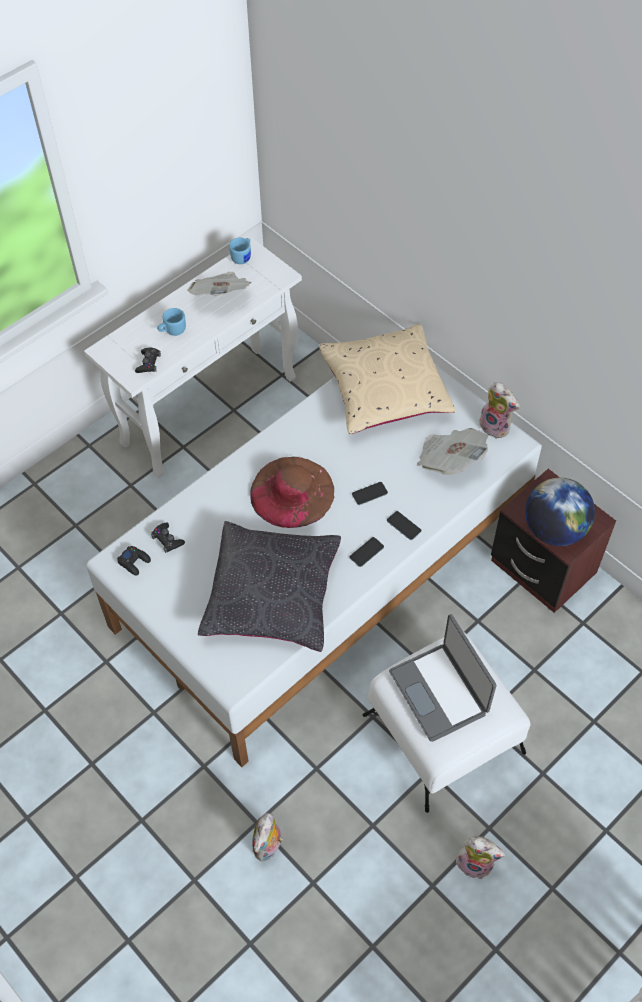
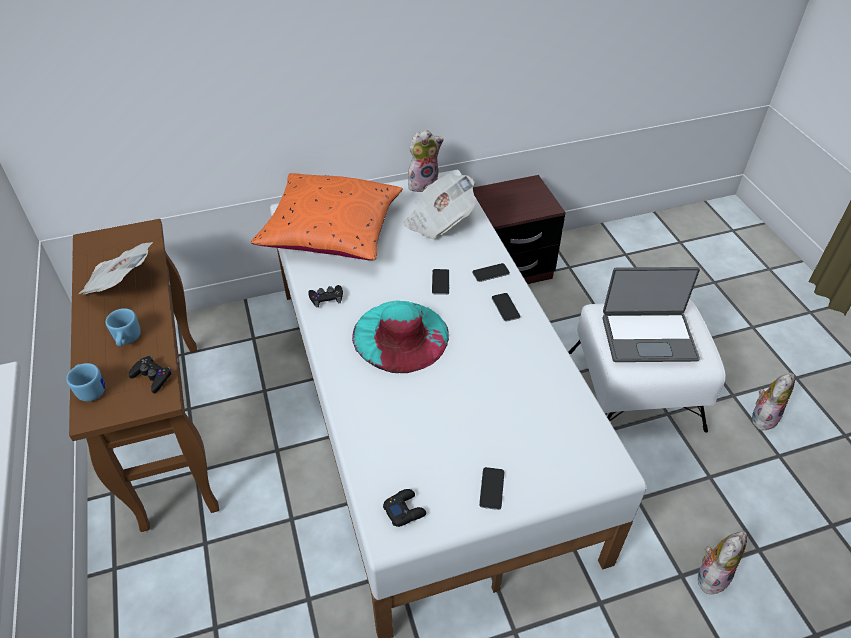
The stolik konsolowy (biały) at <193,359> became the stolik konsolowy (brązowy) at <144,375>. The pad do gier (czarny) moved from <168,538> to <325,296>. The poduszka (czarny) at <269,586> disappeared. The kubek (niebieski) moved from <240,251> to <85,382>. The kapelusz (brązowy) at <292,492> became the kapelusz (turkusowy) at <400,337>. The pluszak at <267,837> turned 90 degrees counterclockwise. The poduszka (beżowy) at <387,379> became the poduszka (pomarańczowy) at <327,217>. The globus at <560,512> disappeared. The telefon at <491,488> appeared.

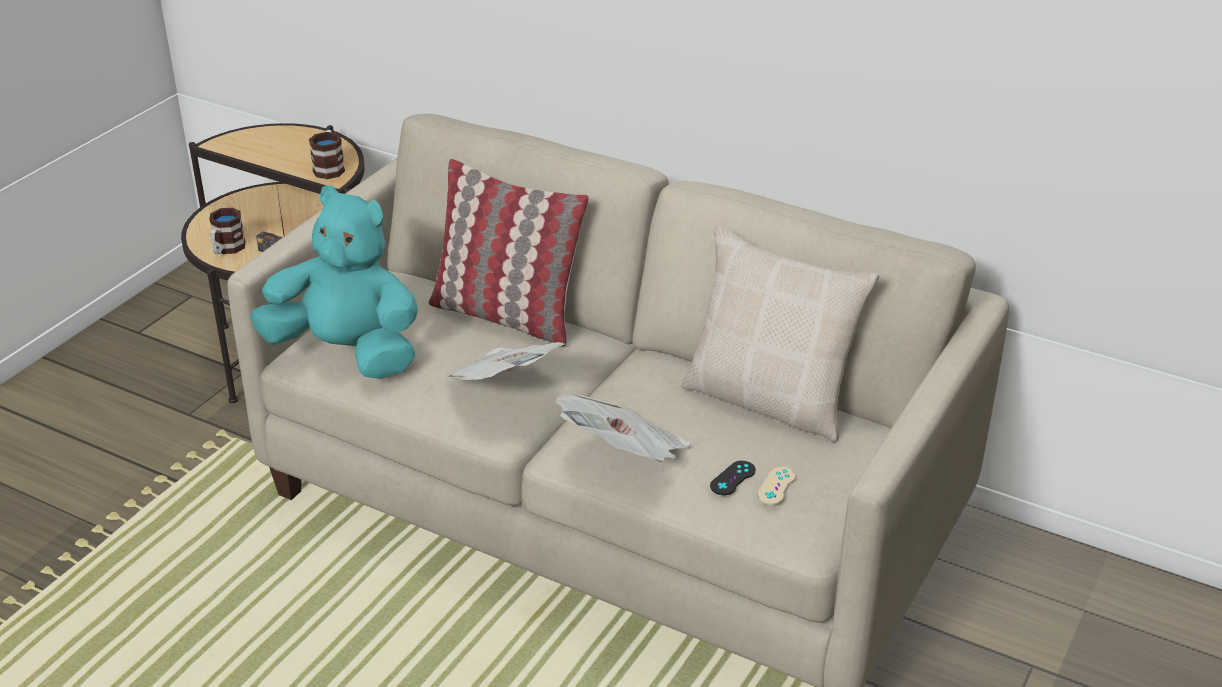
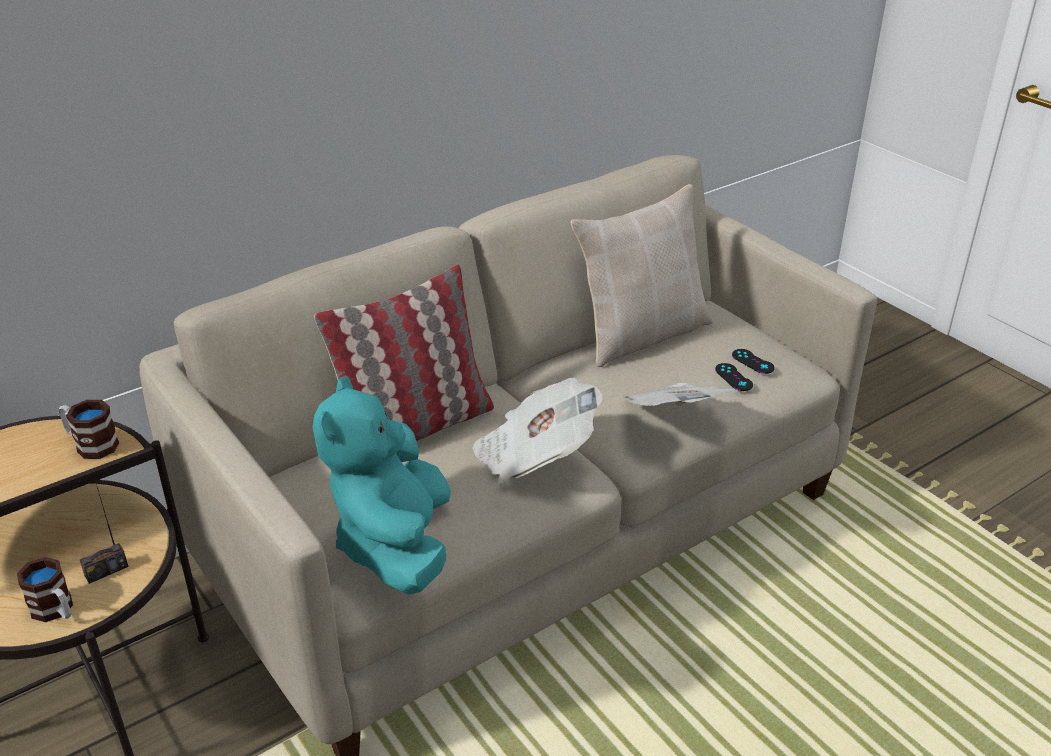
The pluszak (turkusowy) at <334,282> turned 45 degrees counterclockwise. The pad do gier (beżowy) at <777,486> became the pad do gier (czarny) at <753,361>.

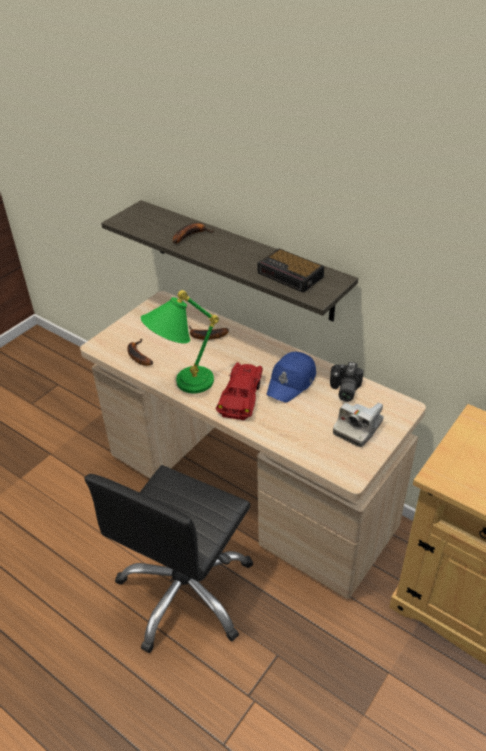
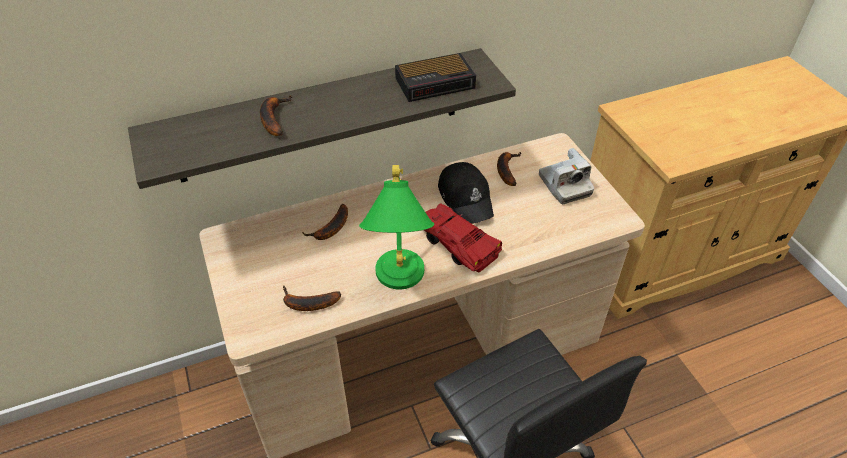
The czapka z daszkiem (niebieski) at <291,377> became the czapka z daszkiem (czarny) at <466,193>. The aparat fotograficzny at <347,382> was replaced by the banan at <509,169>.

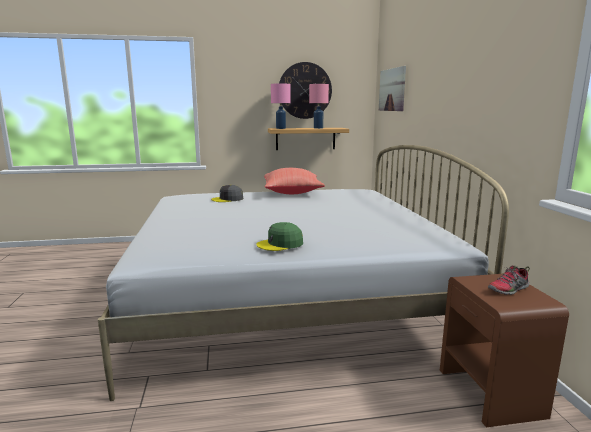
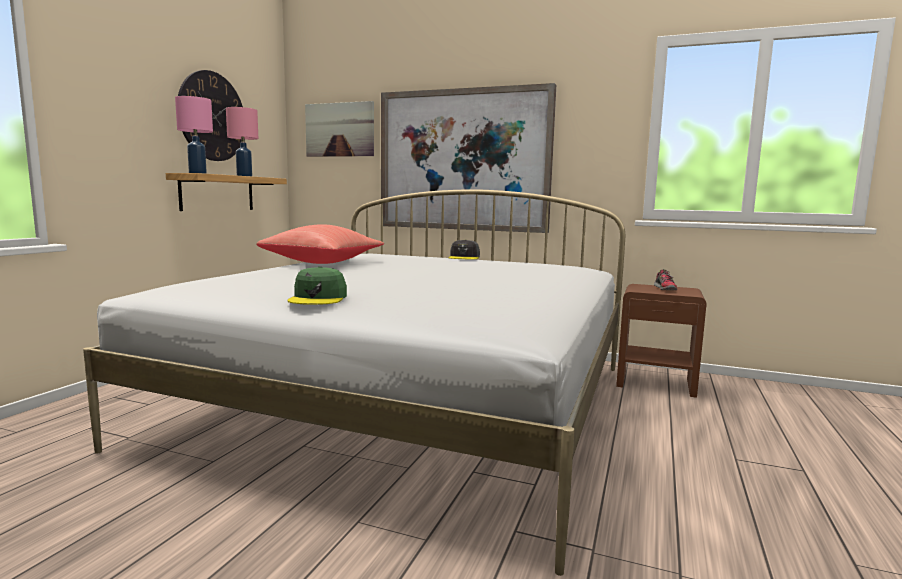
The czapka z daszkiem (szary) moved from <227,193> to <464,249>. The czapka z daszkiem (zielony) moved from <279,236> to <317,286>. The obraz at <468,158> appeared.

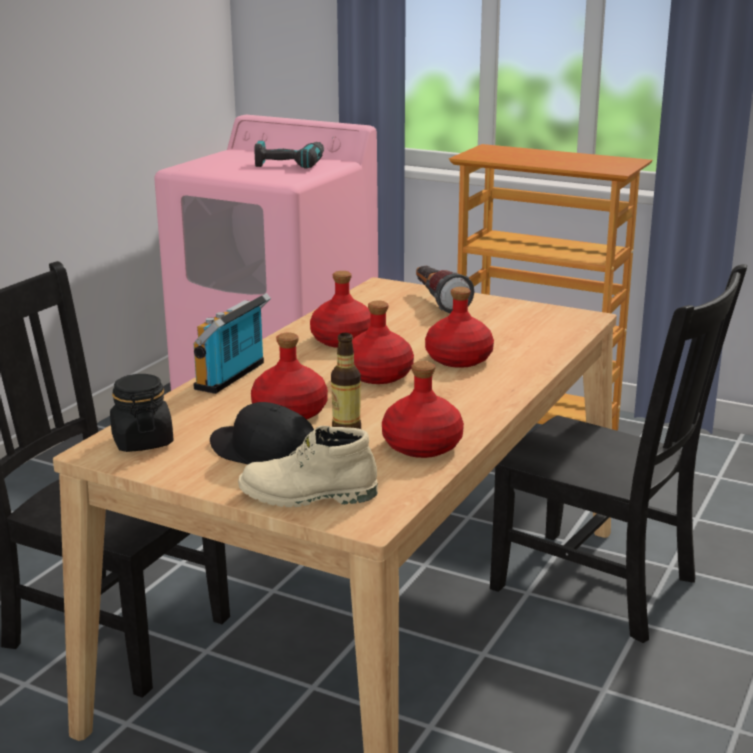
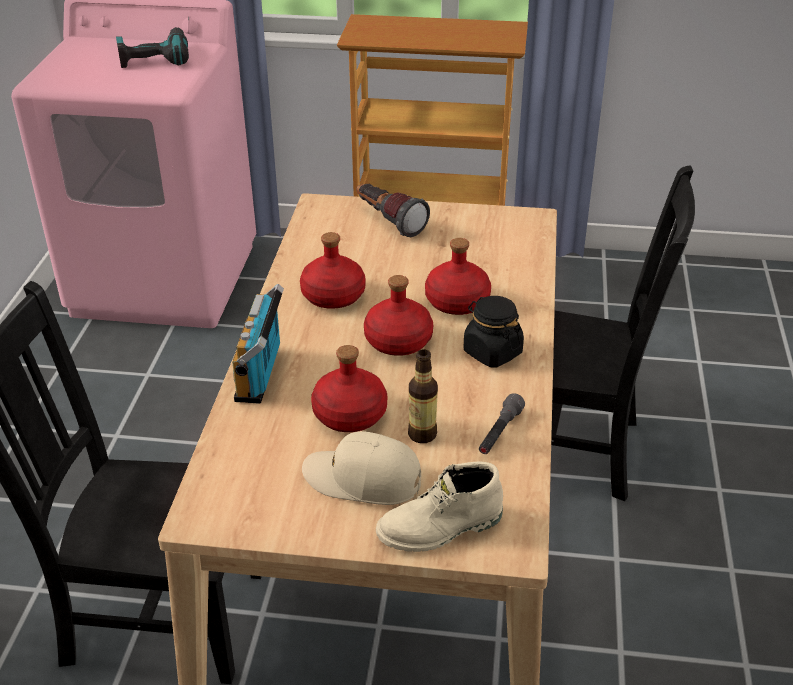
The słoik (czarny) moved from <142,413> to <493,332>. The czapka z daszkiem (czarny) at <262,433> became the czapka z daszkiem (beżowy) at <361,468>. The butelka (czerwony) at <423,409> was replaced by the latarka (szary) at <502,423>.

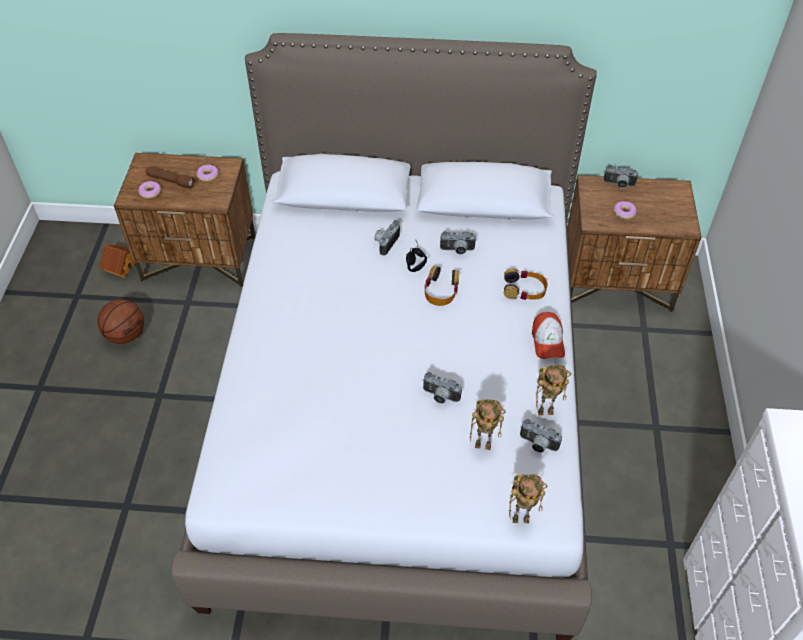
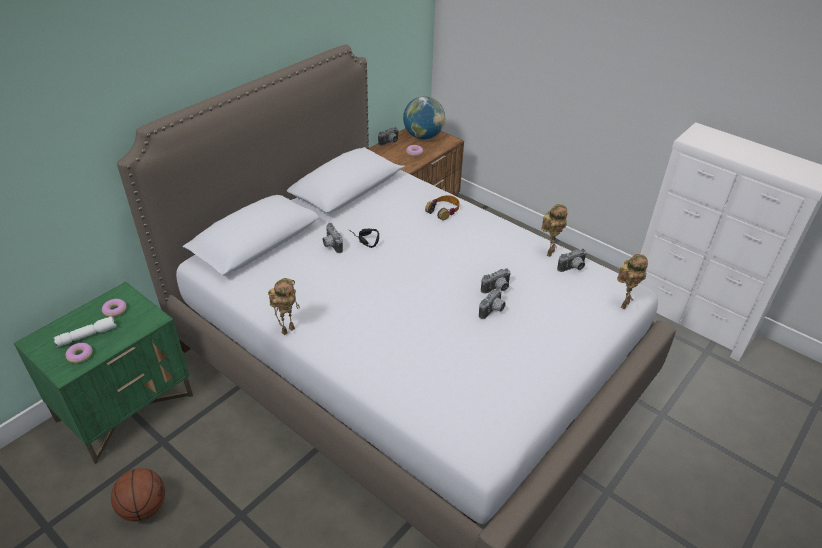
The domek at <117,261> disappeared. The szafka nocna (brązowy) at <185,220> became the szafka nocna (zielony) at <103,373>. The latarka (brązowy) at <170,177> became the latarka (biały) at <85,331>. The słuchawki at <441,286> disappeared. The aparat fotograficzny moved from <458,243> to <492,303>. The robot zabawkowy moved from <488,424> to <284,306>. The czapka z daszkiem at <548,335> disappeared. The globus at <424,117> appeared.

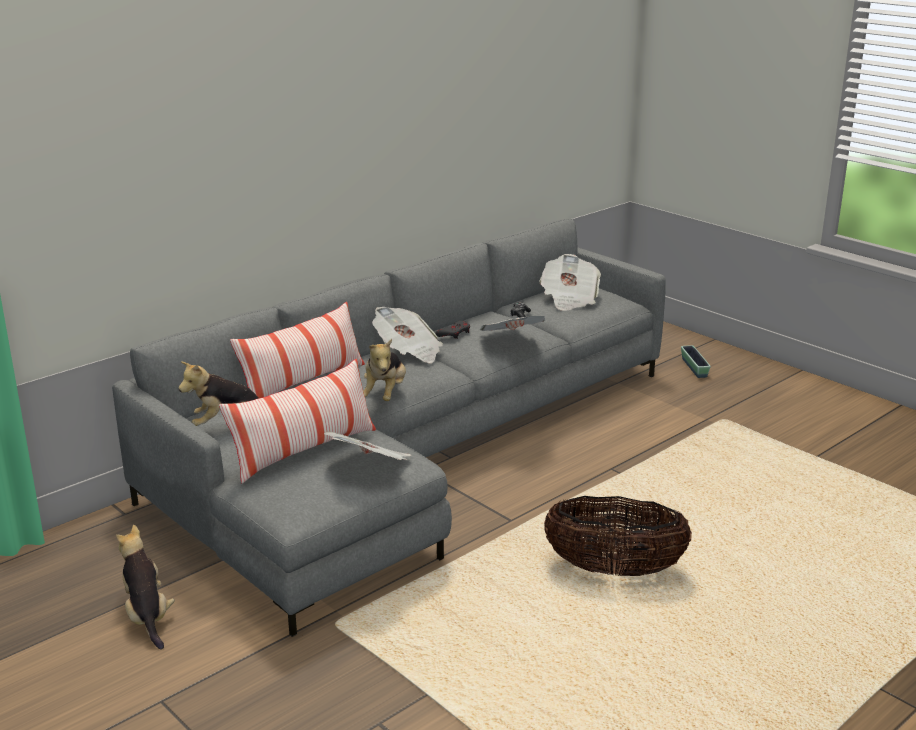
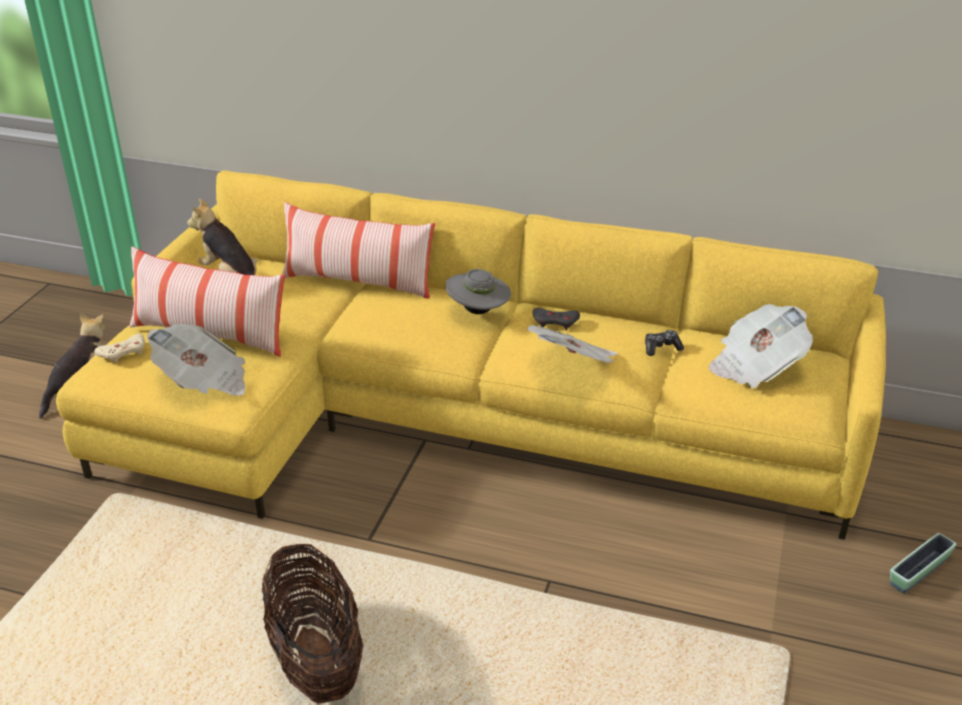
The kanapa (szary) at <389,428> became the kanapa (żółty) at <471,355>. The pluszak at <384,370> disappeared. The gazeta at <407,335> was replaced by the kapelusz (szary) at <478,291>. The pad do gier (beżowy) at <120,348> appeared.

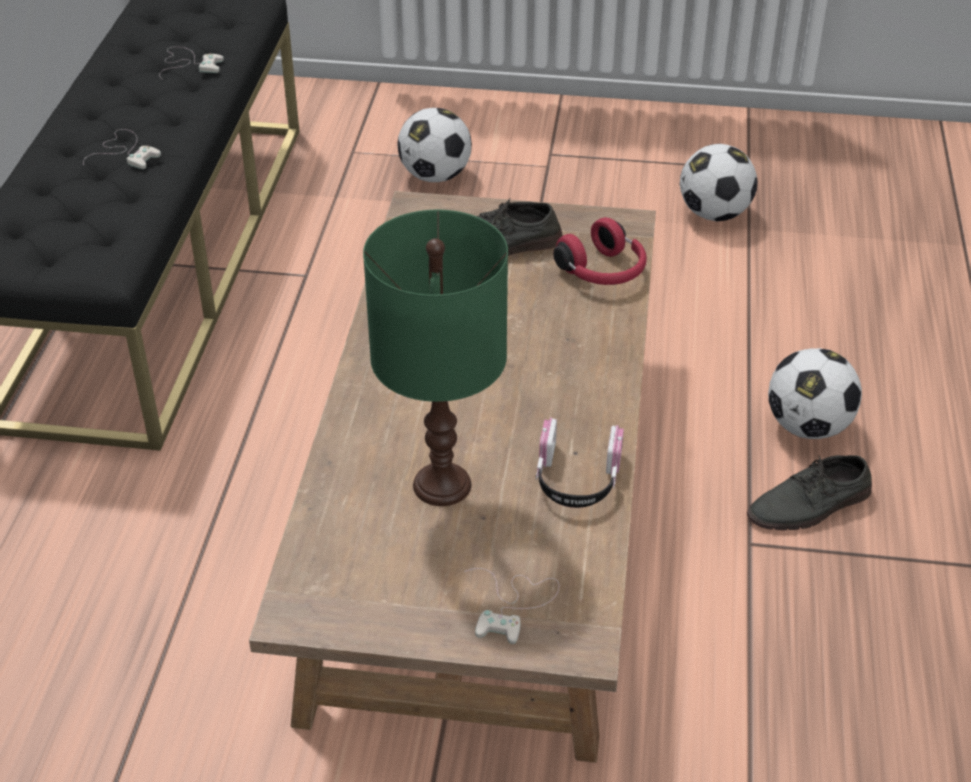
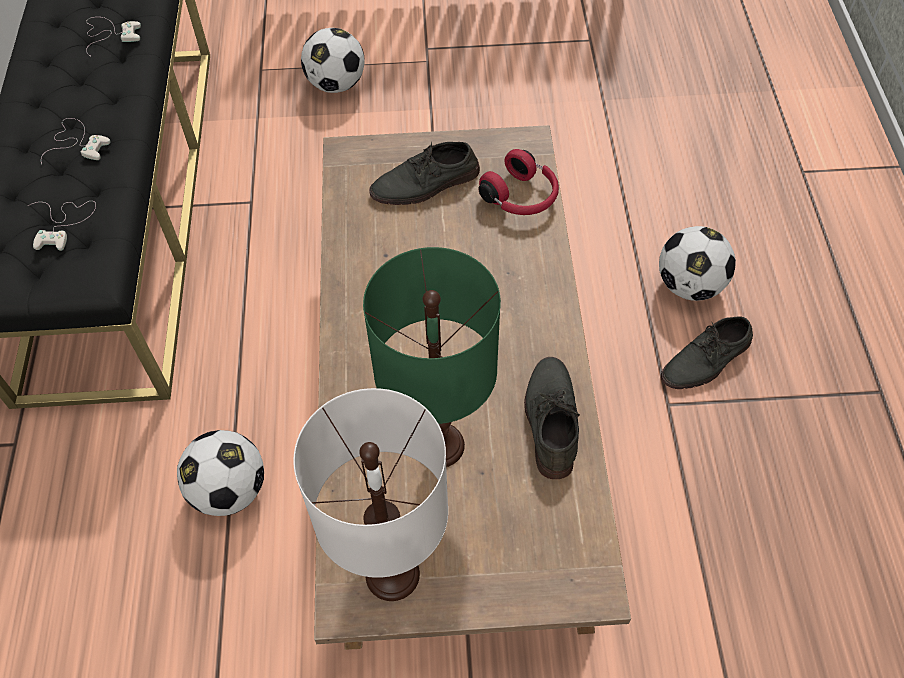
The pad do gier (biały) moved from <511,606> to <62,226>. The słuchawki at <580,462> was replaced by the but (szary) at <551,418>. The piłka futbolowa moved from <718,182> to <220,473>. The lampa stołowa (biały) at <370,494> appeared.

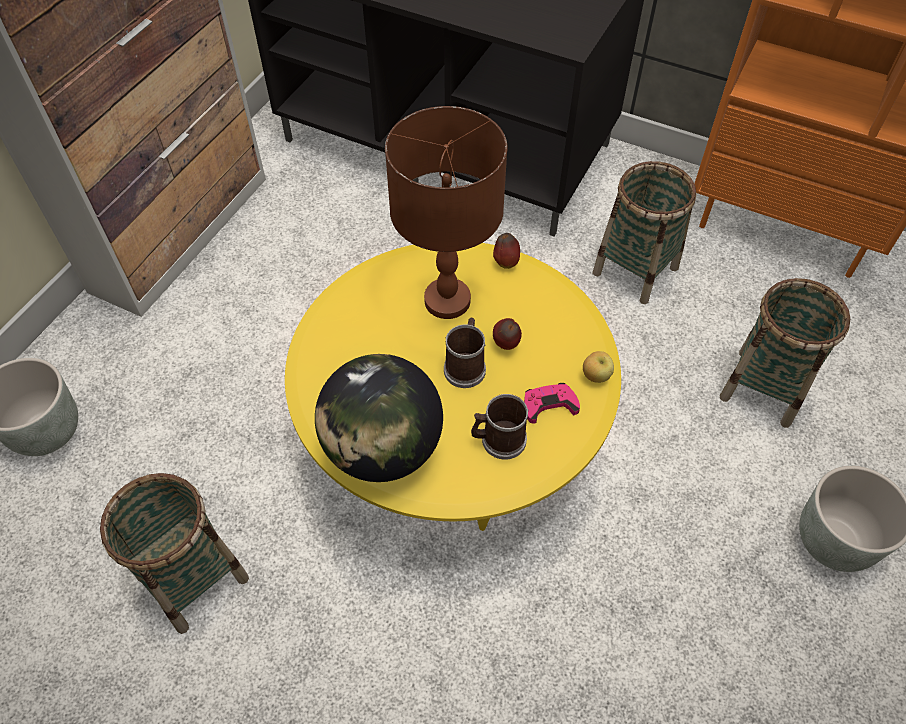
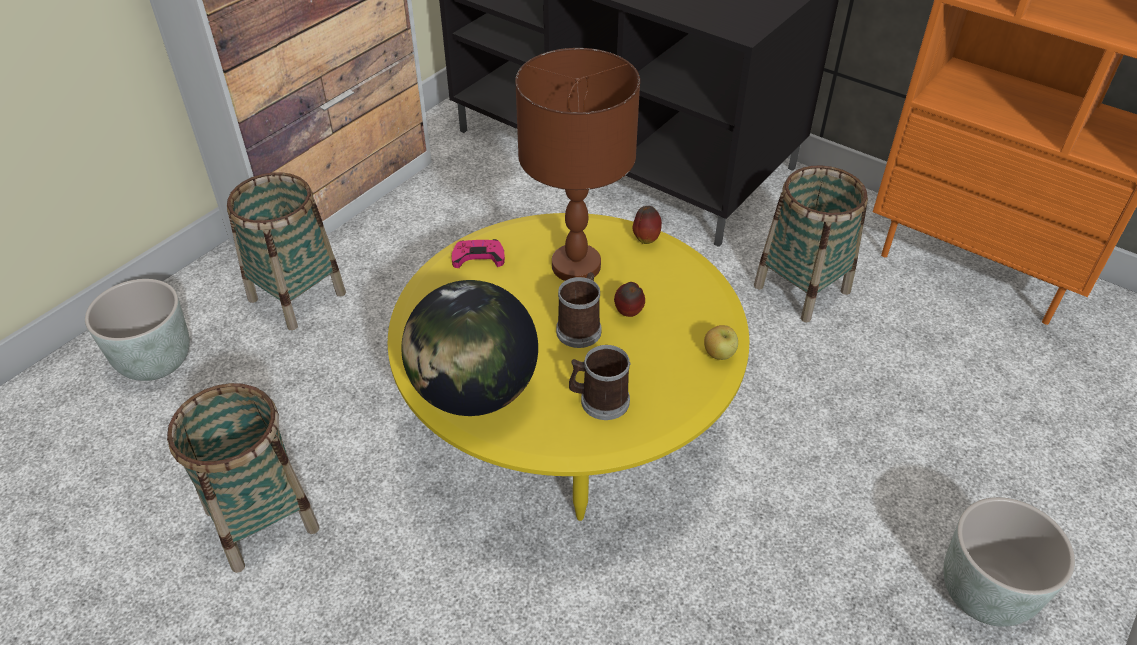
The pad do gier (różowy) moved from <552,403> to <478,253>. The koszyk moved from <785,353> to <286,251>.

